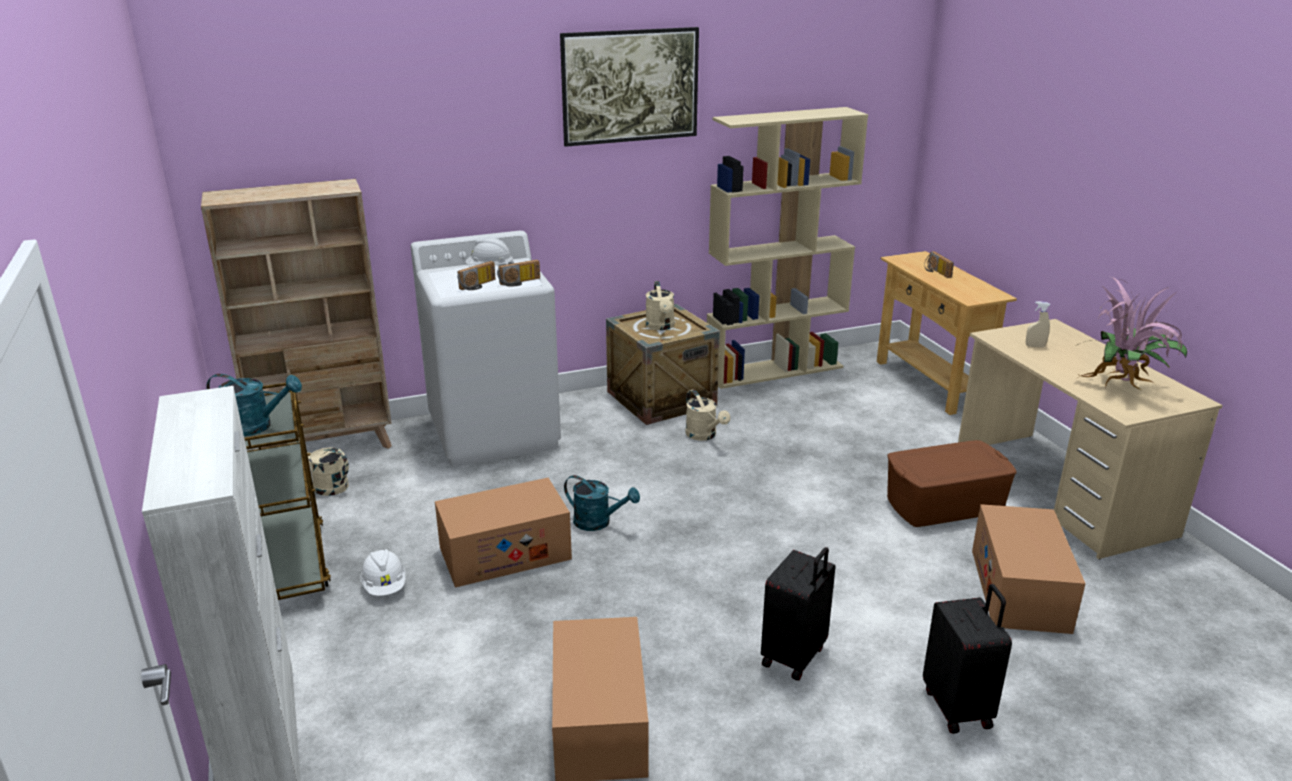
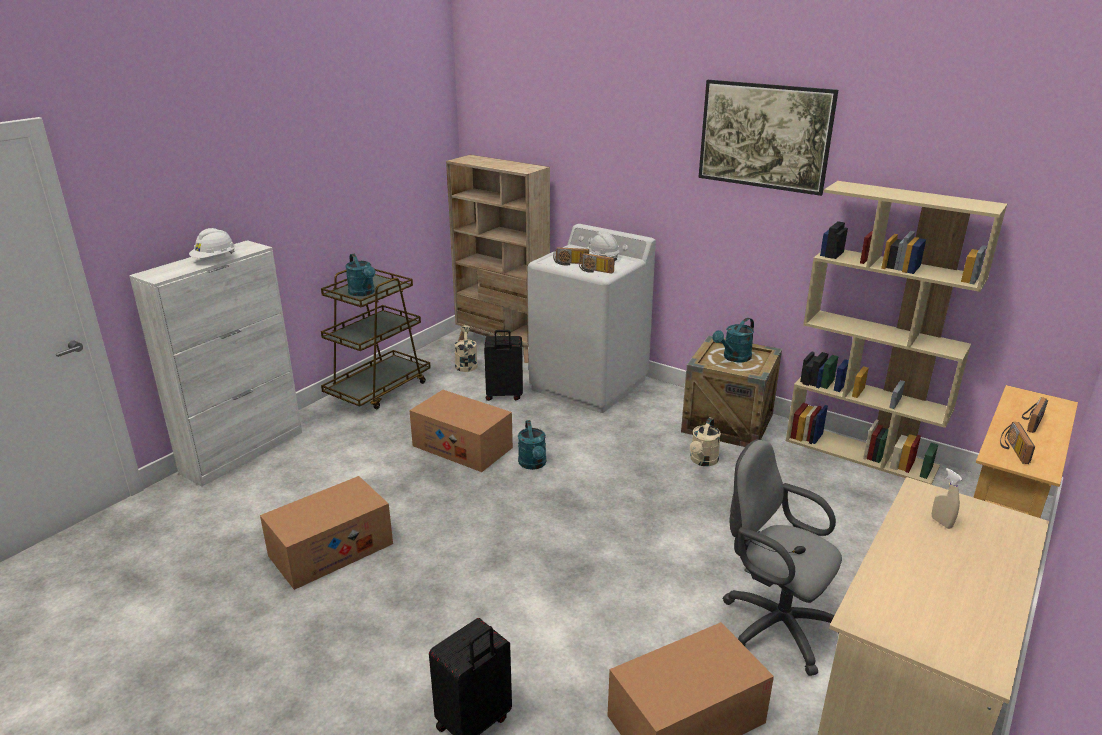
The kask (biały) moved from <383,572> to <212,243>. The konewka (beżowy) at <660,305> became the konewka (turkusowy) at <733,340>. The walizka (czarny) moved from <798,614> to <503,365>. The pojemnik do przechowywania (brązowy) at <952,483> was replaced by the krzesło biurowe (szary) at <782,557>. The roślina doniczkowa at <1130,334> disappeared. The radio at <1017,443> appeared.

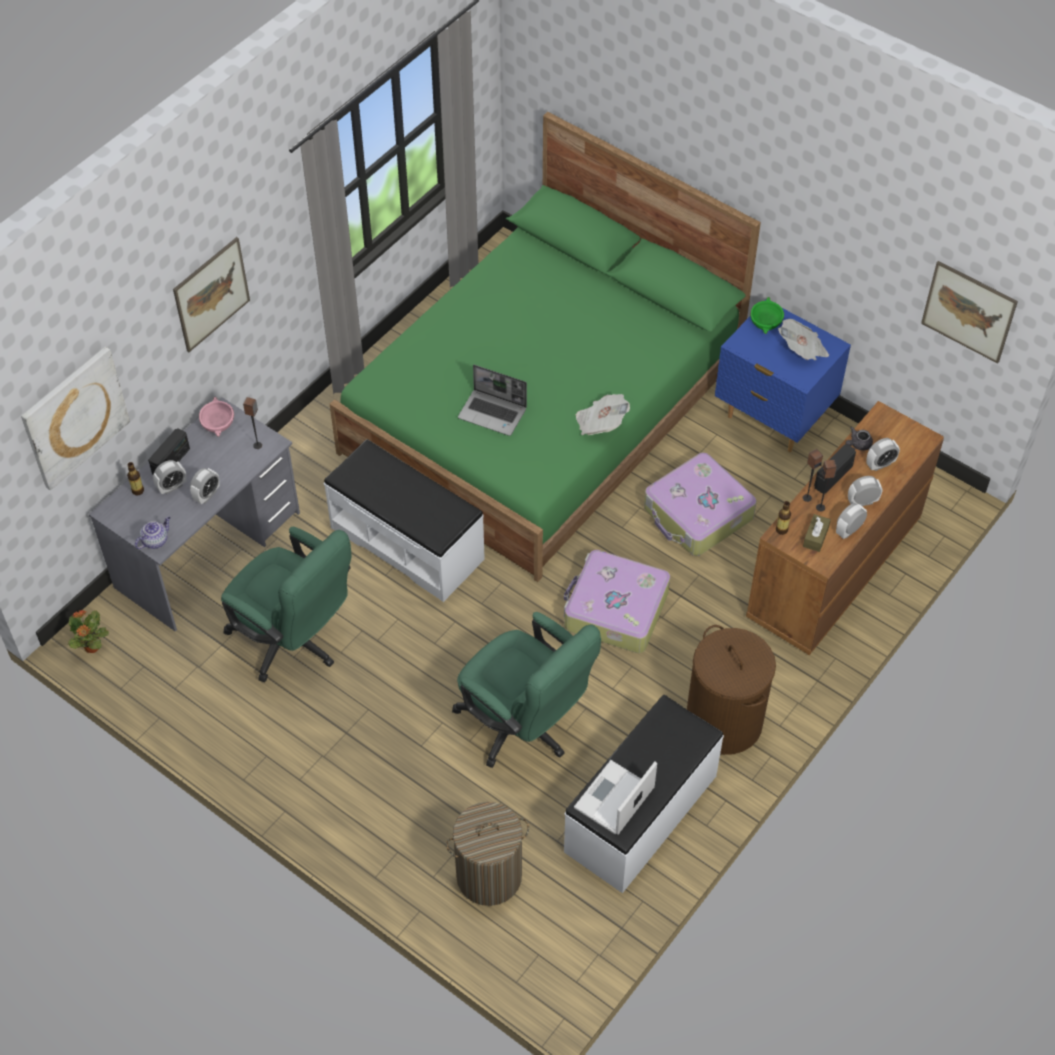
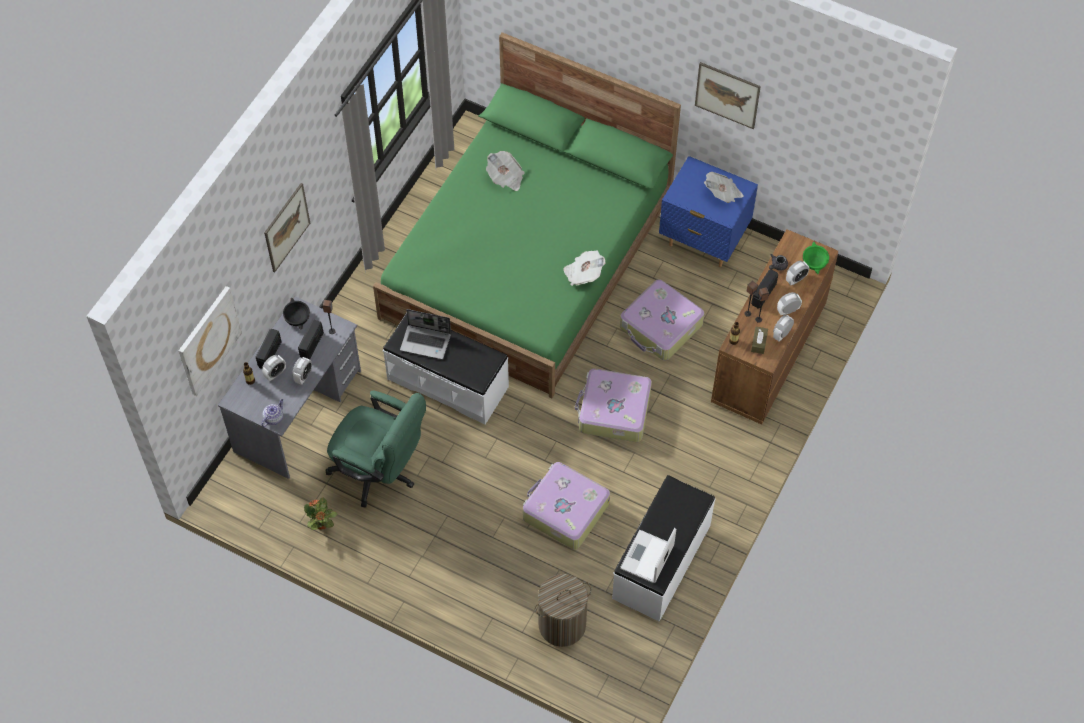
The roślina doniczkowa moved from <88,631> to <320,513>. The miska (różowy) at <216,417> became the miska (czarny) at <296,314>. The krzesło biurowe (zielony) at <526,690> was replaced by the walizka at <566,505>. The laptop moved from <492,400> to <425,334>. The kosz na pranie (brązowy) at <731,690> disappeared. The miska (zielony) moved from <767,315> to <816,258>. The obraz moved from <969,312> to <728,95>. The radio at <311,339> appeared. The gazeta at <505,171> appeared.

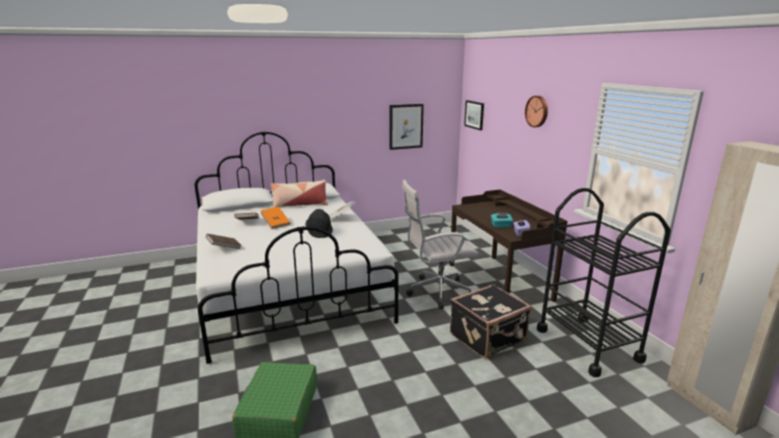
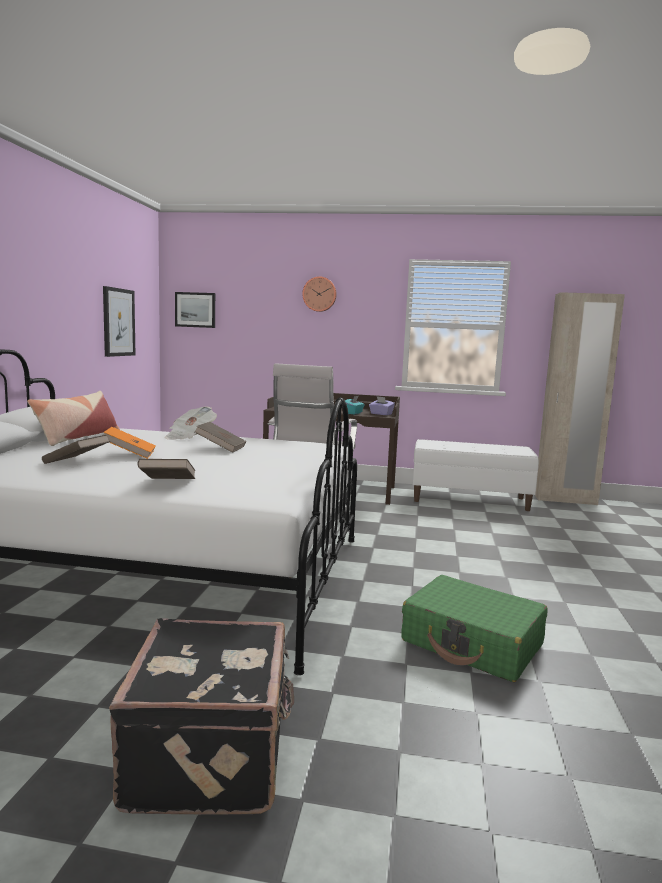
The kapelusz (czarny) at <319,223> was replaced by the książka (brązowy) at <220,437>. The walizka (czarny) moved from <490,321> to <201,716>. The wózek (czarny) at <604,282> was replaced by the ławka (biały) at <476,475>.

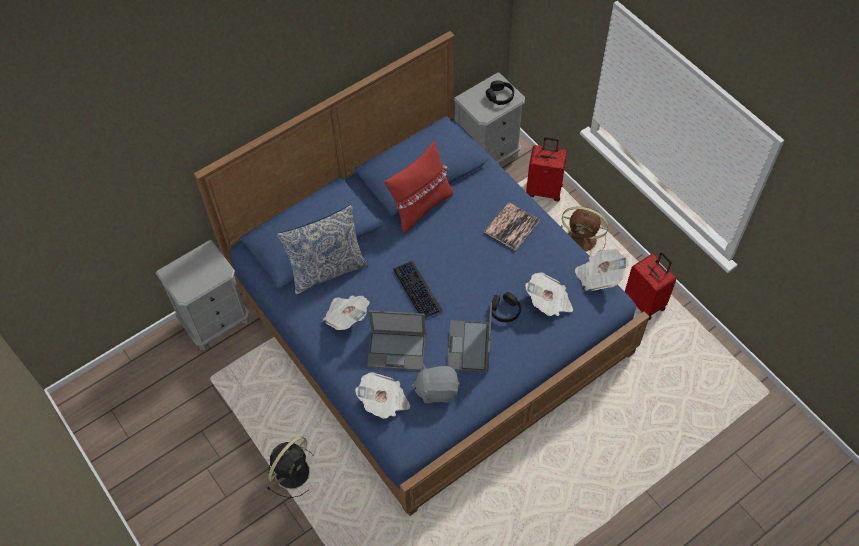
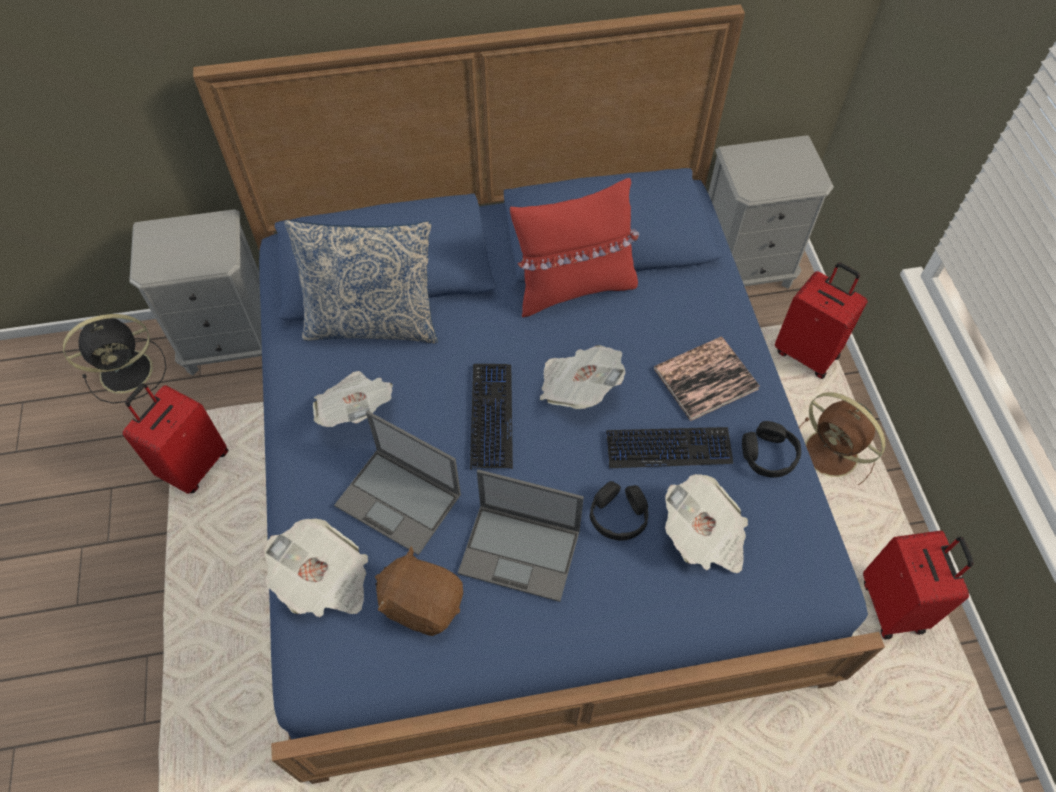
The wentylator (czarny) moved from <290,467> to <114,358>. The pluszak (szary) at <435,384> became the pluszak (brązowy) at <419,591>. The laptop at <469,337> turned 105 degrees counterclockwise. The słuchawki (czarny) moved from <500,92> to <771,449>. The gazeta moved from <601,270> to <582,377>. The walizka (czerwony) at <175,438> appeared. The klawiatura at <669,447> appeared.

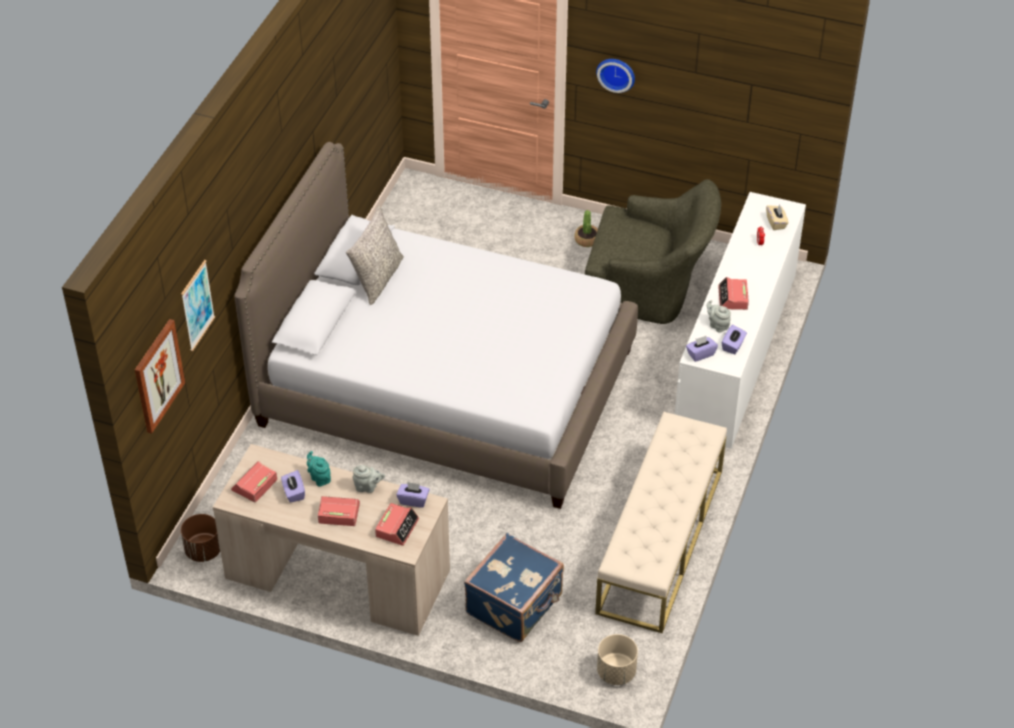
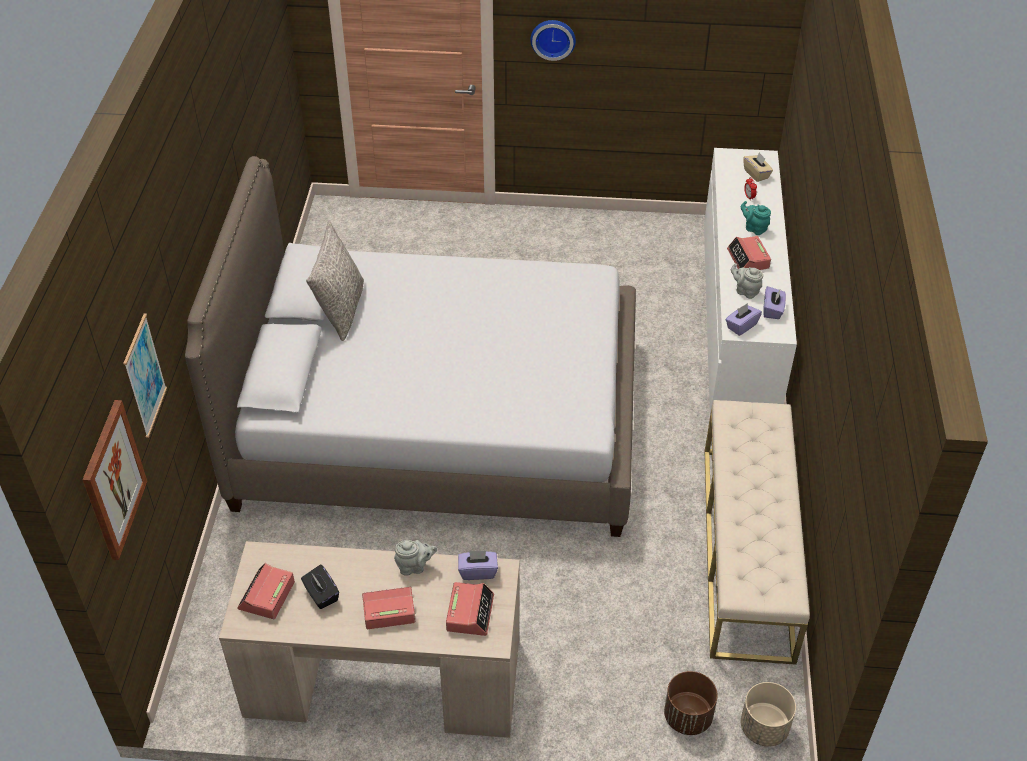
The donica (brązowy) moved from <200,538> to <691,703>. The pudełko chusteczek (fioletowy) at <293,486> became the pudełko chusteczek (czarny) at <320,587>. The imbryk (turkusowy) moved from <319,469> to <756,218>. The walizka (niebieski) at <514,587> disappeared. The roślina doniczkowa at <586,228> disappeared. The fotel (zielony) at <653,251> disappeared.

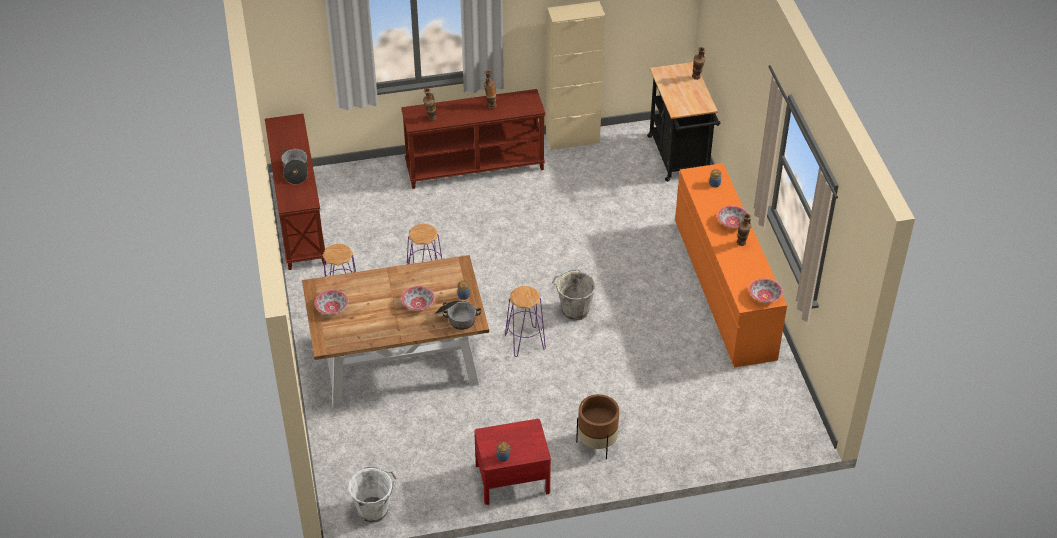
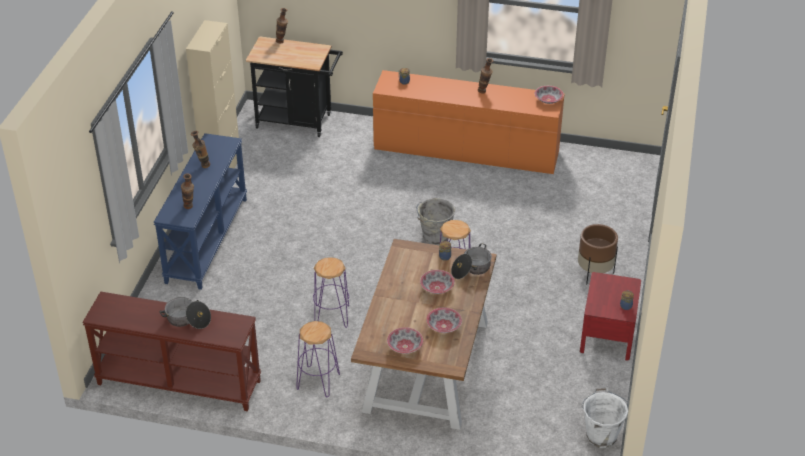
The stolik konsolowy (brązowy) at <473,139> became the stolik konsolowy (niebieski) at <200,211>. The miska moved from <732,217> to <444,320>.

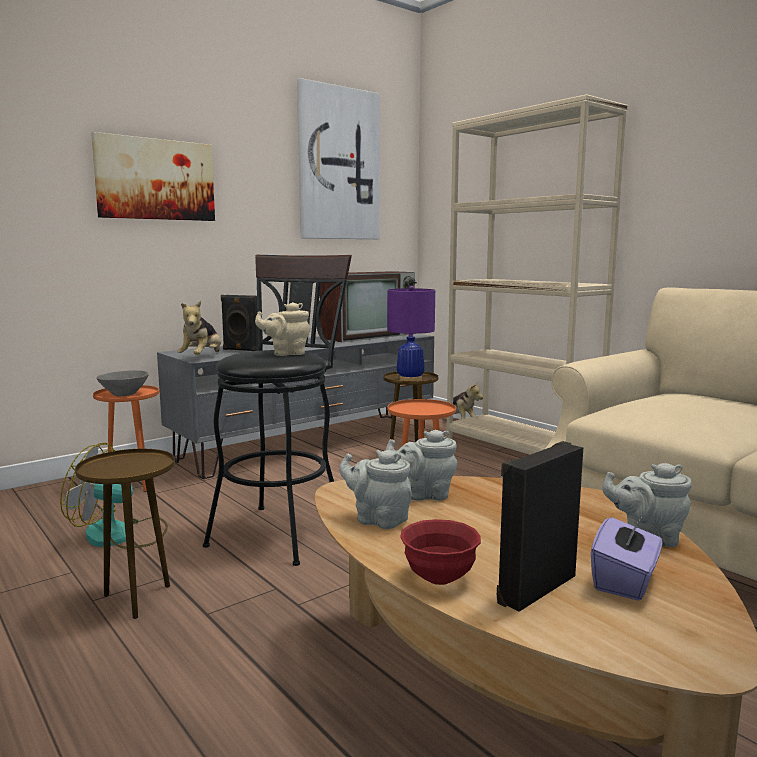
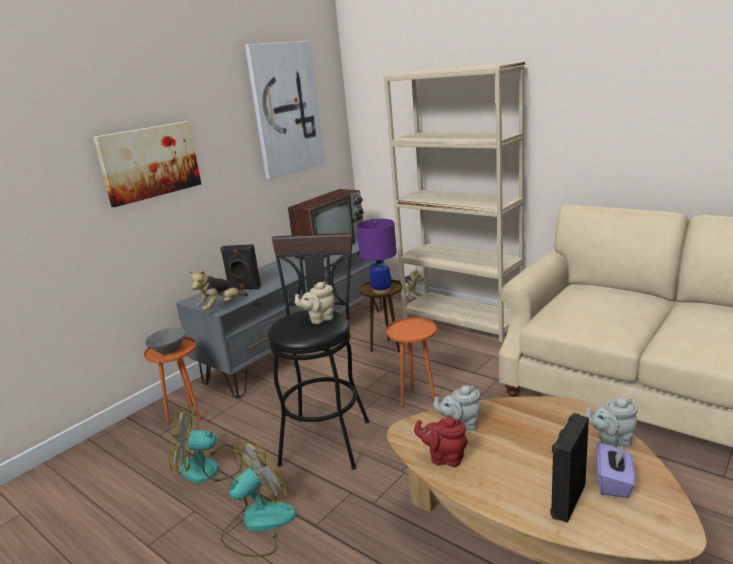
The stolik (brązowy) at <125,534> was replaced by the wentylator at <258,498>. The pluszak at <199,328> turned 45 degrees clockwise. The imbryk (szary) at <375,489> became the imbryk (czerwony) at <441,442>. The miska (czerwony) at <440,552> disappeared.

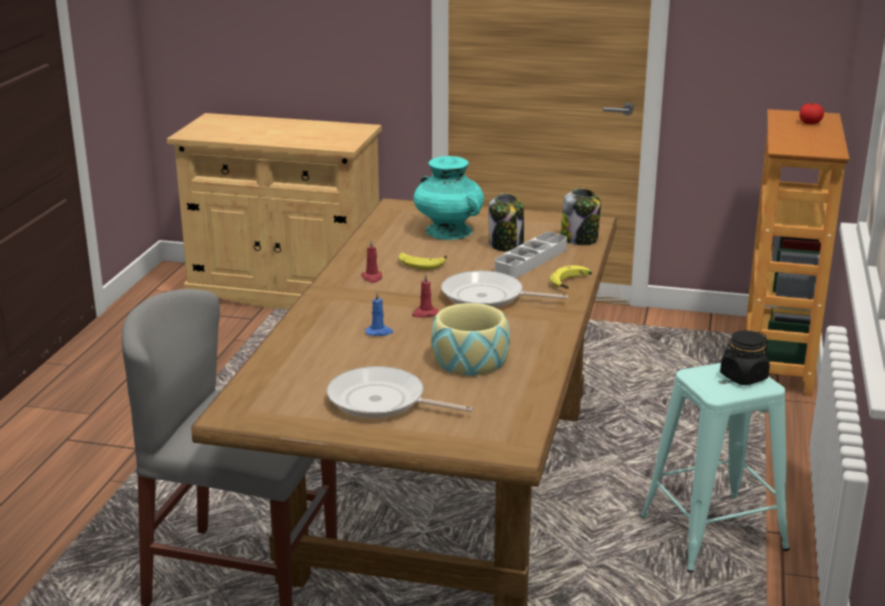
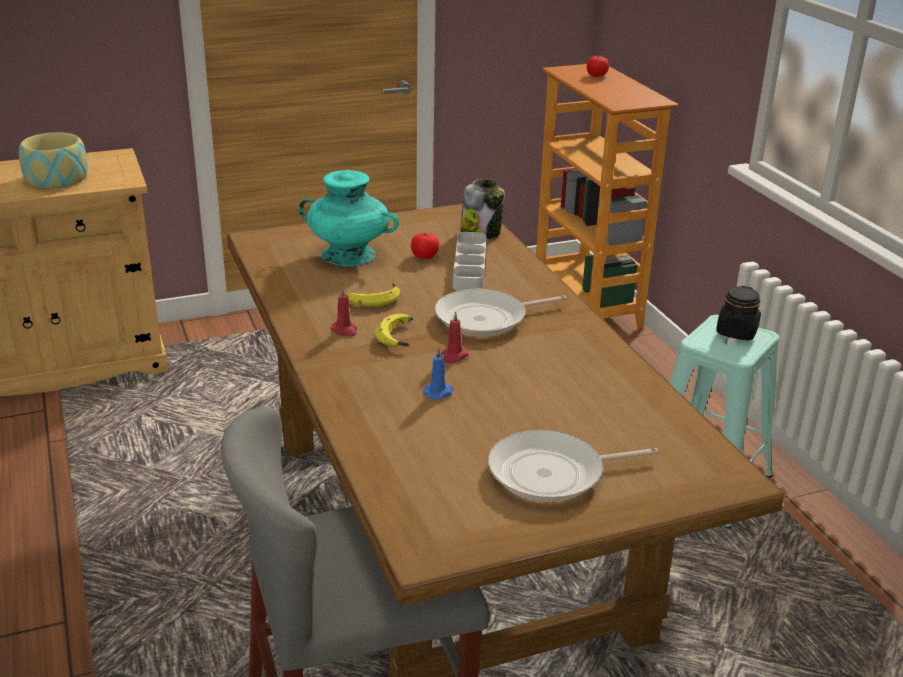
The miska moved from <470,339> to <53,160>. The słoik at <506,222> was replaced by the pomidor at <425,246>. The banan moved from <570,277> to <394,330>.

